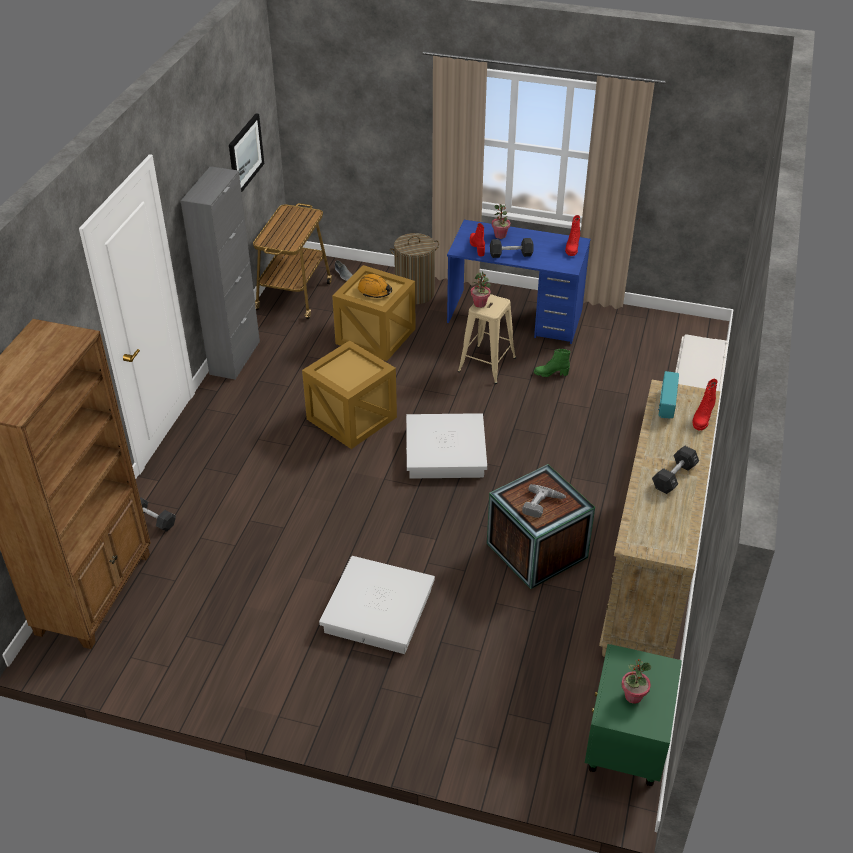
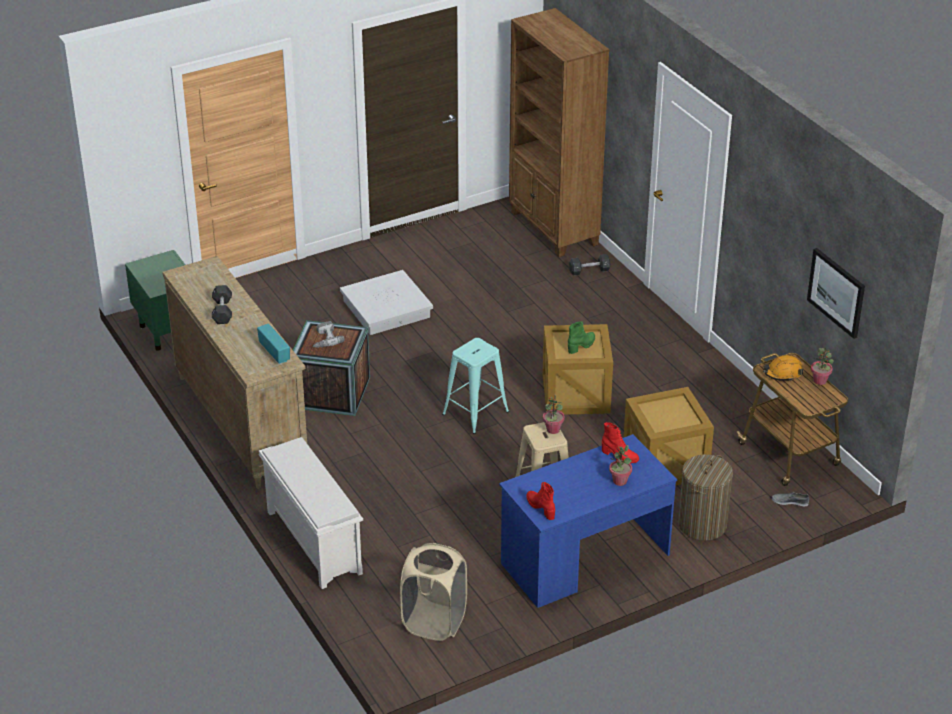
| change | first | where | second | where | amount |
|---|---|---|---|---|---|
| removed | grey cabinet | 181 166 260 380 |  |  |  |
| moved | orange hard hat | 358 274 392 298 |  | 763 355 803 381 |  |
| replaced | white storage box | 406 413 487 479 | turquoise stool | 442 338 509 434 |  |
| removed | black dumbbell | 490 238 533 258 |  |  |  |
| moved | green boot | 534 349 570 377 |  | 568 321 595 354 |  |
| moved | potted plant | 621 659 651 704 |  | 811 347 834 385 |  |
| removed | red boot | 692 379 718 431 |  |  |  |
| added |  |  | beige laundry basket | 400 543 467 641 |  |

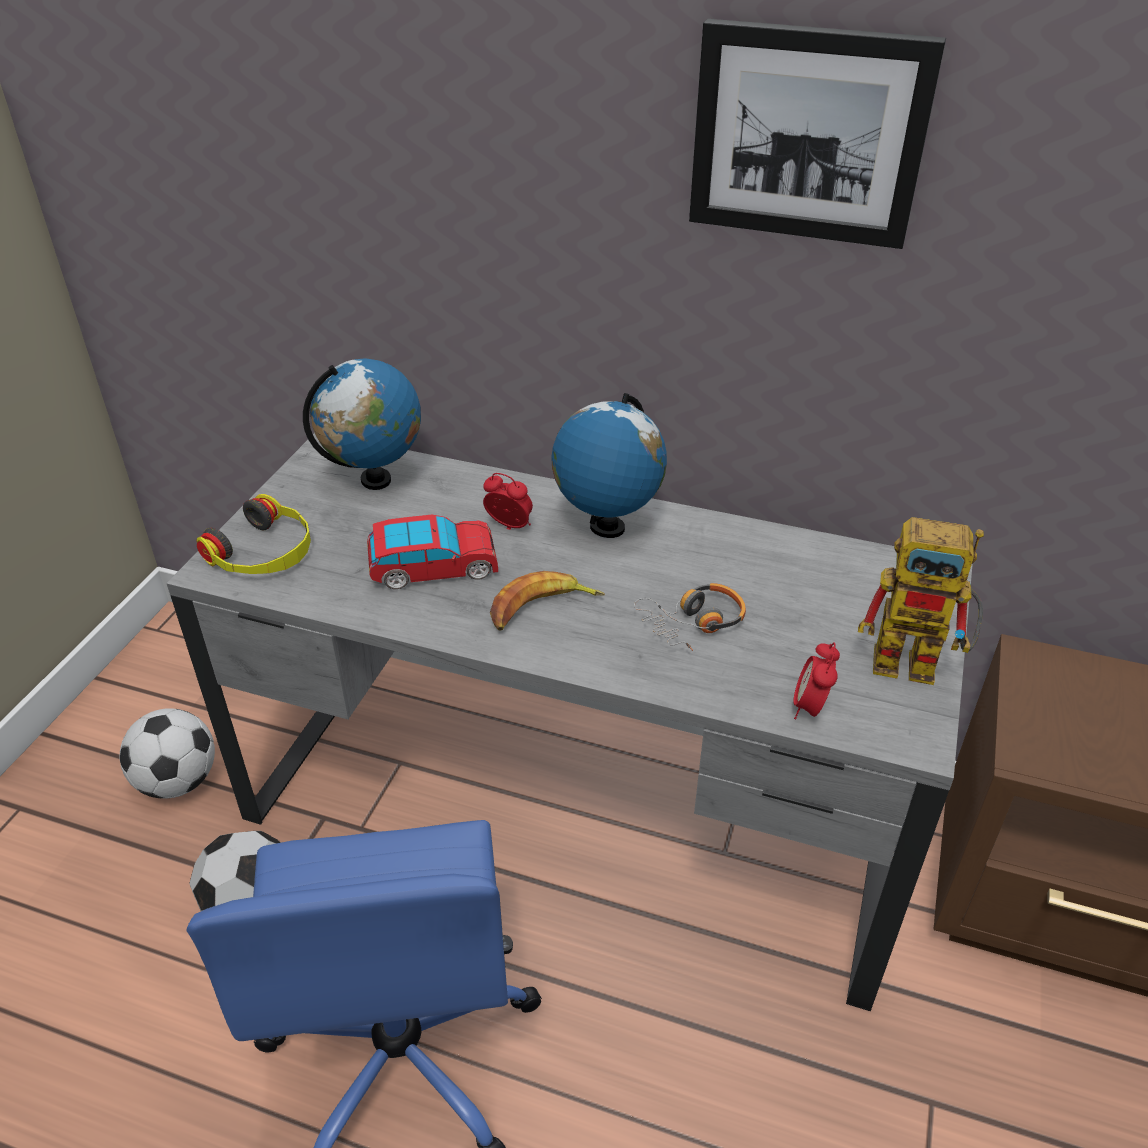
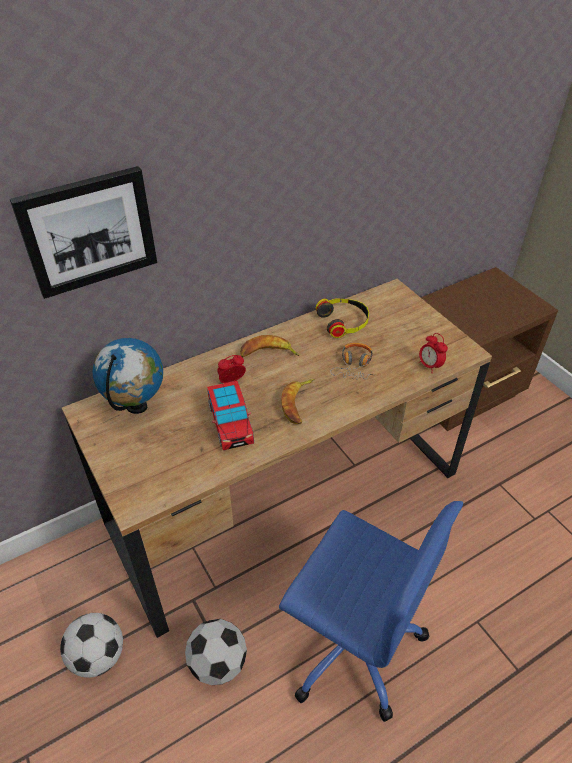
| change | first | where | second | where | amount |
|---|---|---|---|---|---|
| recoloured | grey desk | 166 433 973 1011 | brown desk | 62 279 492 638 |  |
| moved | headphones | 197 494 311 574 |  | 316 298 369 338 |  |
| turned | toy car | 367 515 498 589 |  | 207 381 254 450 | 135 degrees clockwise |
| replaced | globe | 551 393 667 538 | banana | 240 335 299 357 |  |
| moved | picture | 689 19 946 249 |  | 10 166 157 299 |  |
| removed | toy robot | 858 517 984 685 |  |  |  |

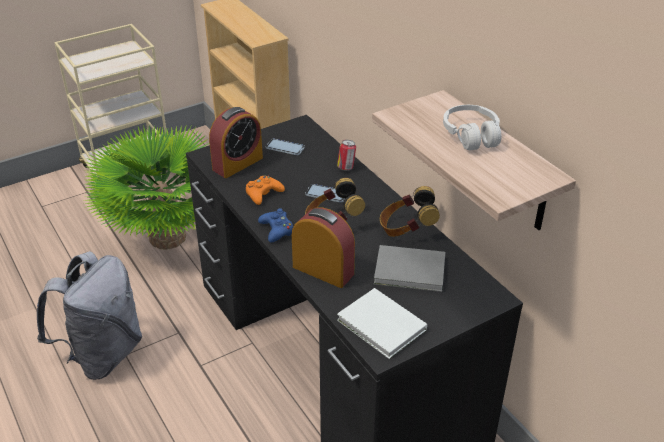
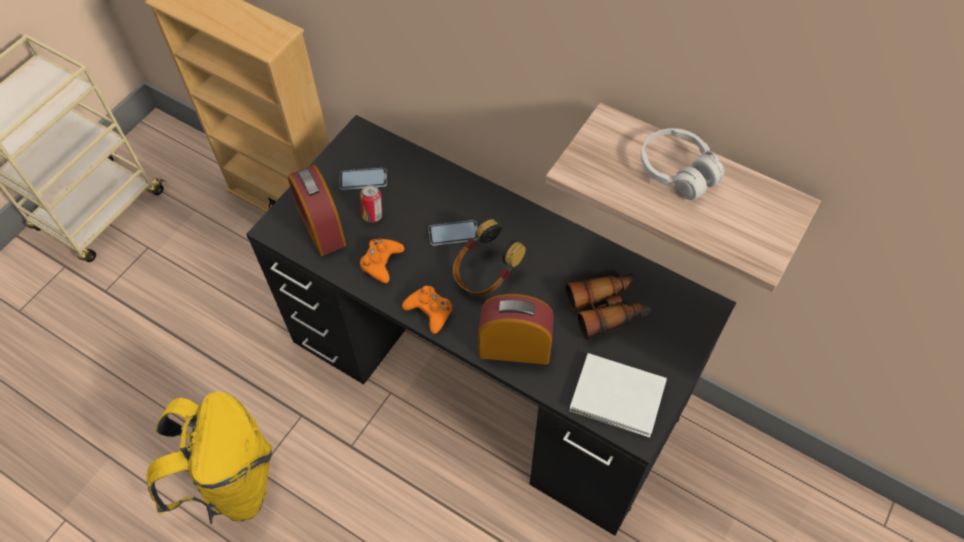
| change | first | where | second | where | amount |
|---|---|---|---|---|---|
| recoloured | grey backpack | 37 251 143 380 | yellow backpack | 147 392 272 524 |  |
| removed | potted plant | 84 125 209 249 |  |  |  |
| turned | alarm clock | 209 107 263 178 |  | 288 165 346 256 | 135 degrees clockwise |
| recoloured | blue game controller | 258 208 293 243 | orange game controller | 402 286 452 334 |  |
| moved | can | 337 140 356 171 |  | 360 185 382 223 |  |
| replaced | grey book | 374 245 445 292 | binoculars | 566 274 651 340 |  |
| removed | headphones | 380 186 440 237 |  |  |  |

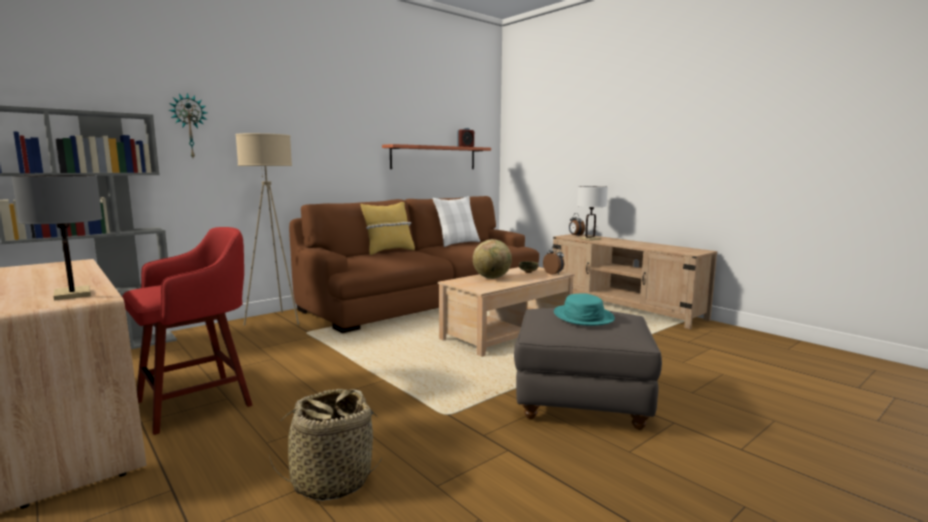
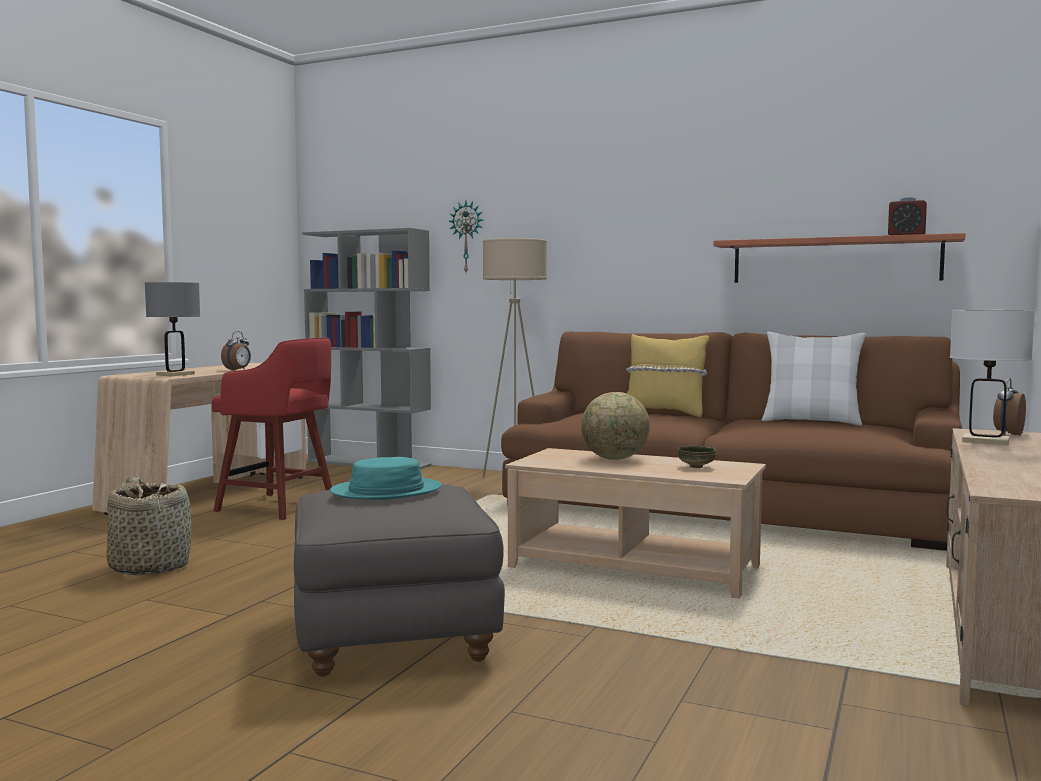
| change | first | where | second | where | amount |
|---|---|---|---|---|---|
| moved | alarm clock | 543 245 564 275 |  | 221 331 251 371 |  |

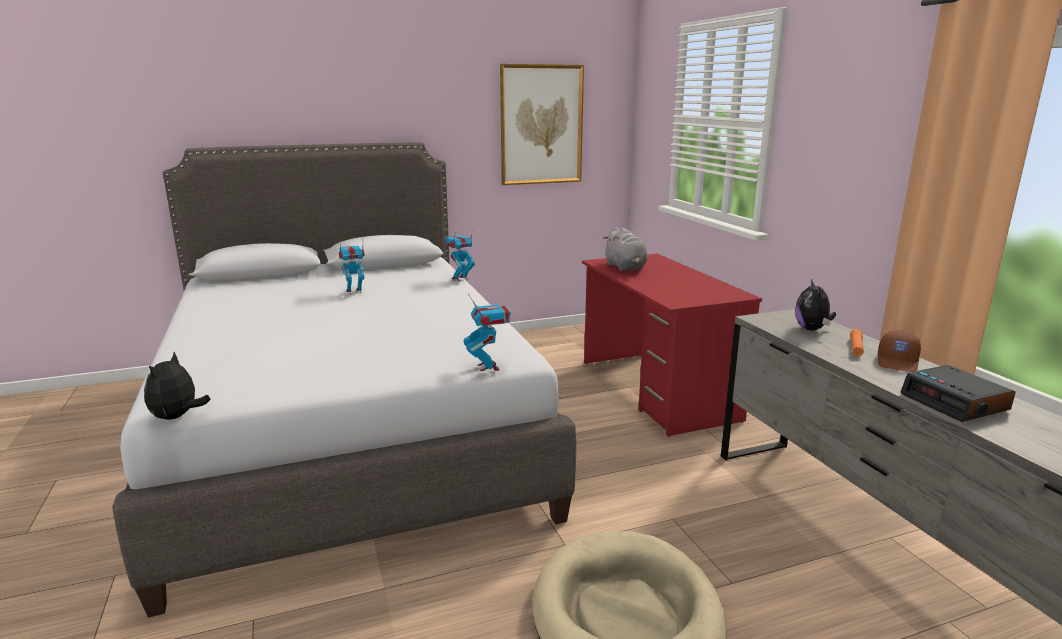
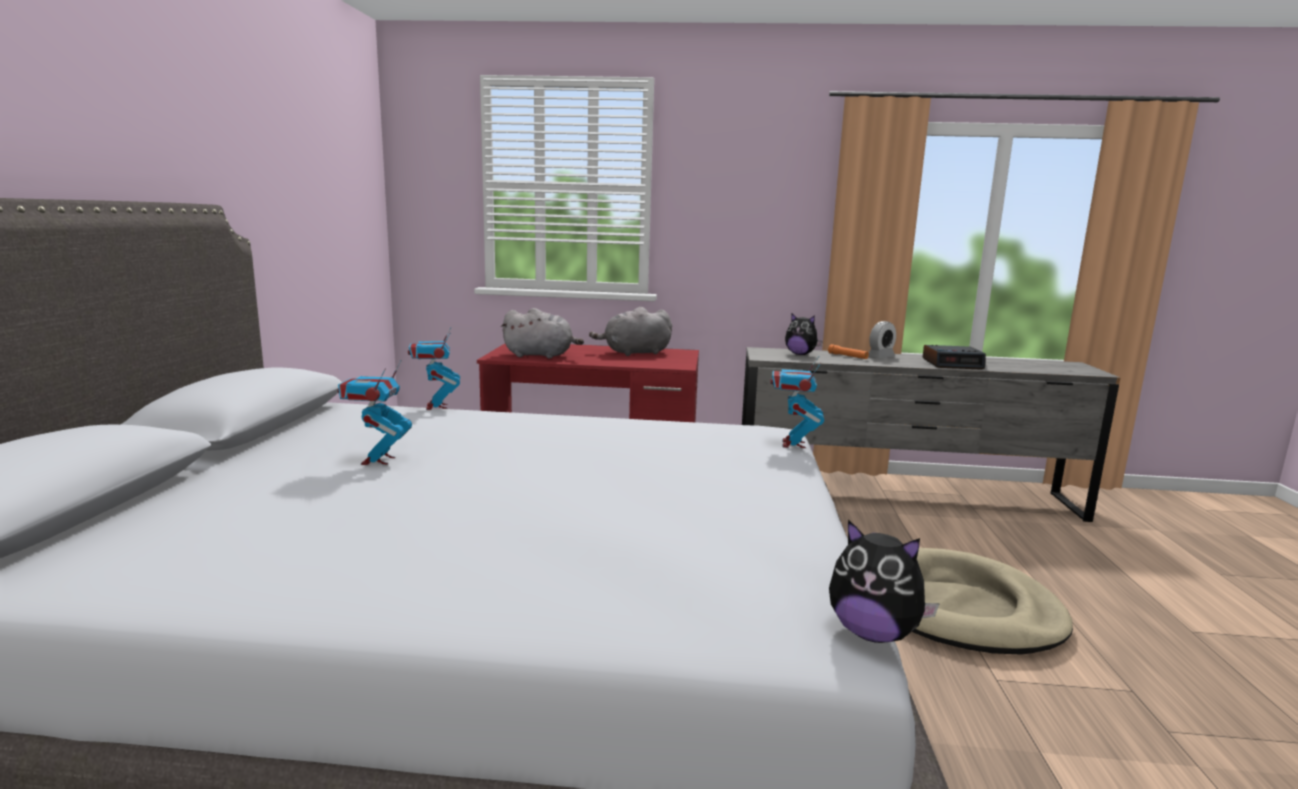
| change | first | where | second | where | amount |
|---|---|---|---|---|---|
| turned | toy robot | 464 294 511 371 |  | 770 356 824 448 | 90 degrees counterclockwise |
| removed | picture | 500 64 584 185 |  |  |  |
| replaced | brown cap | 878 330 921 372 | alarm clock | 869 321 896 358 |  |
| added |  |  | grey plush toy | 589 307 672 356 |  |

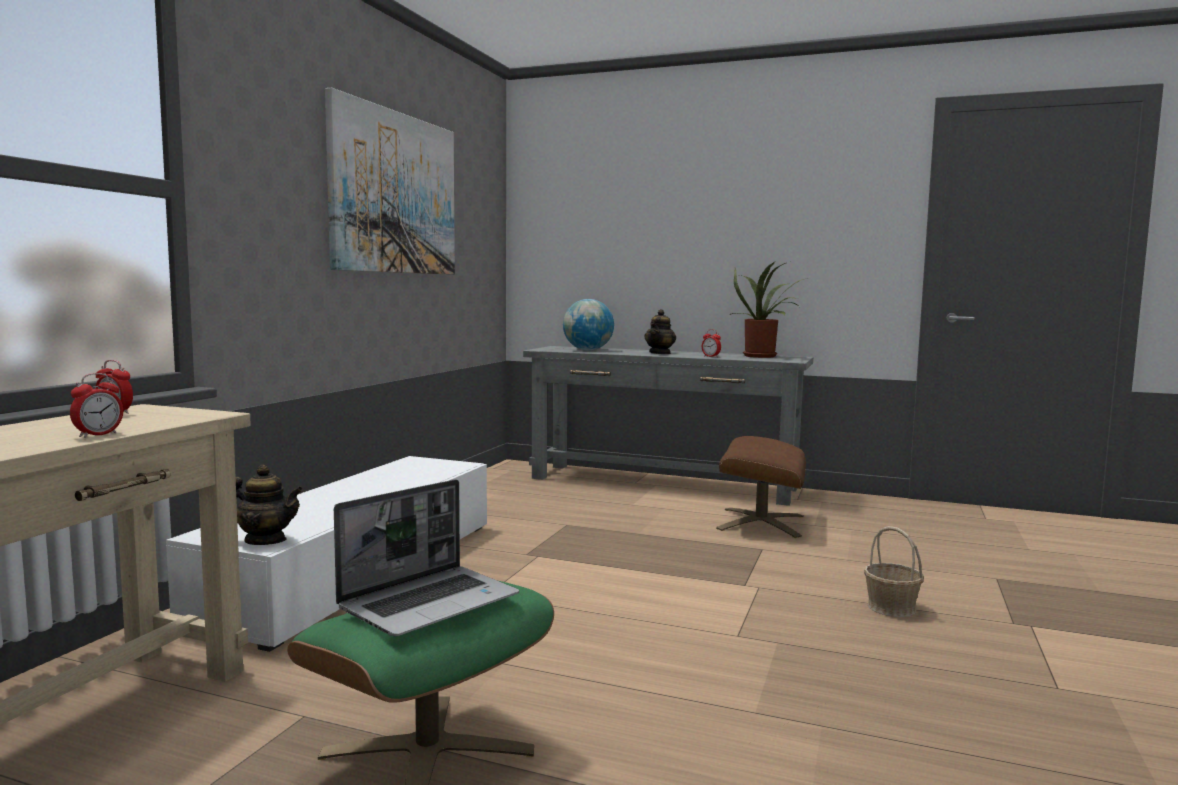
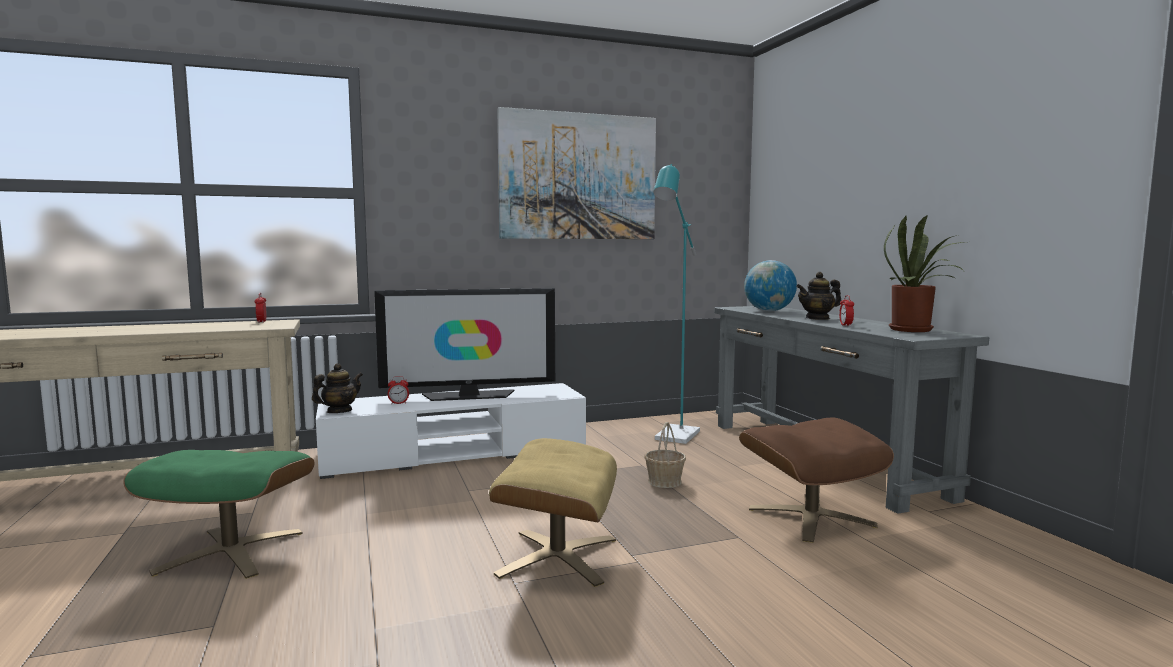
| change | first | where | second | where | amount |
|---|---|---|---|---|---|
| moved | alarm clock | 70 373 123 438 |  | 388 376 409 404 |  |
| turned | teapot | 236 465 304 545 |  | 312 363 363 413 | 105 degrees counterclockwise |
| removed | laptop | 334 479 519 636 |  |  |  |
| moved | basket | 864 526 924 617 |  | 644 422 686 488 |  |
| added |  |  | television | 374 288 555 401 |  |
| added |  |  | beige ottoman | 489 438 617 587 |  |
| added |  |  | turquoise floor lamp | 653 164 700 444 |  |

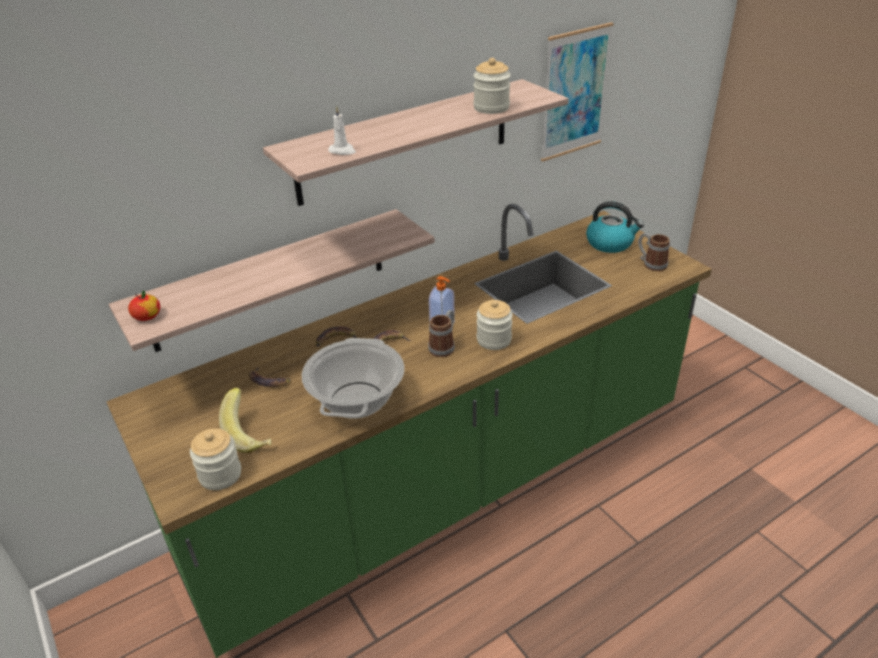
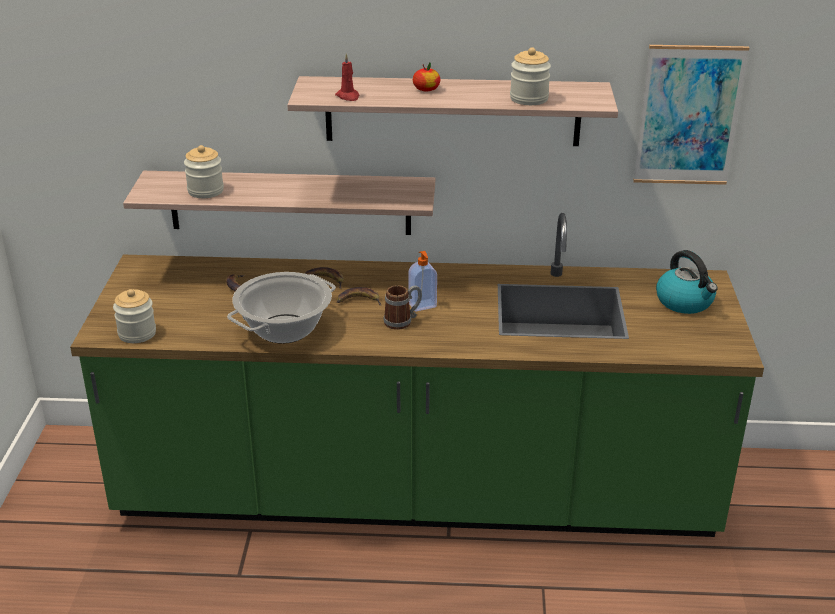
| change | first | where | second | where | amount |
|---|---|---|---|---|---|
| moved | apple | 128 290 161 321 |  | 413 63 440 91 |  |
| removed | banana | 219 388 271 453 |  |  |  |
| recoloured | white candle | 328 106 356 155 | red candle | 335 54 359 101 |  |
| moved | jar | 477 300 513 350 |  | 184 145 224 198 |  |
| removed | mug | 638 233 670 271 |  |  |  |

